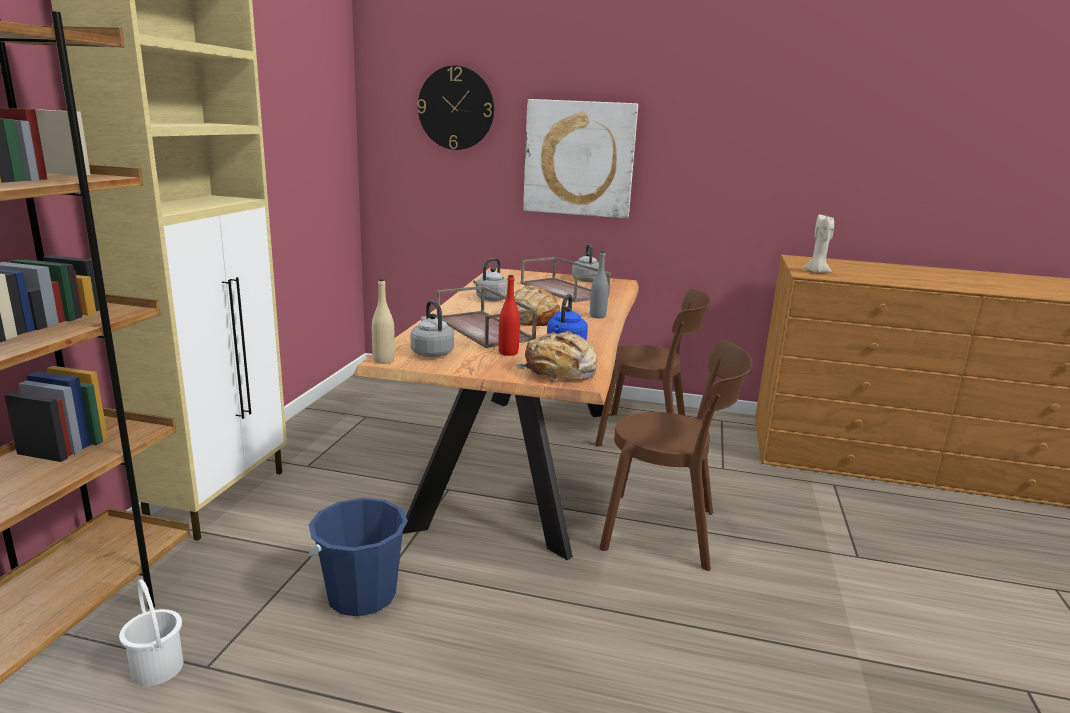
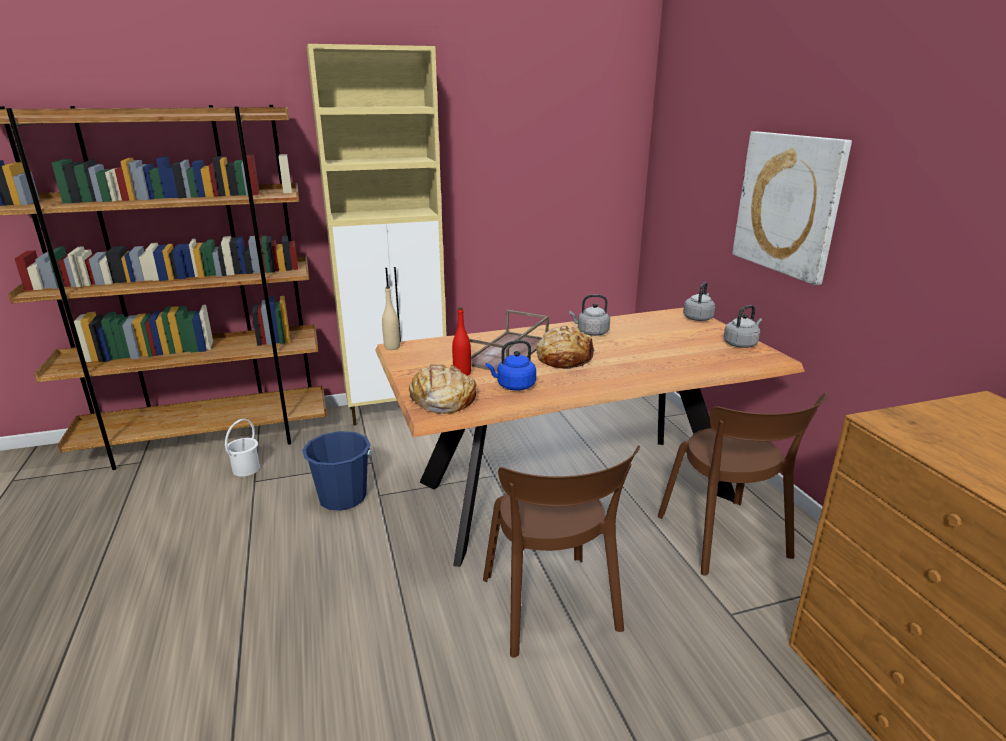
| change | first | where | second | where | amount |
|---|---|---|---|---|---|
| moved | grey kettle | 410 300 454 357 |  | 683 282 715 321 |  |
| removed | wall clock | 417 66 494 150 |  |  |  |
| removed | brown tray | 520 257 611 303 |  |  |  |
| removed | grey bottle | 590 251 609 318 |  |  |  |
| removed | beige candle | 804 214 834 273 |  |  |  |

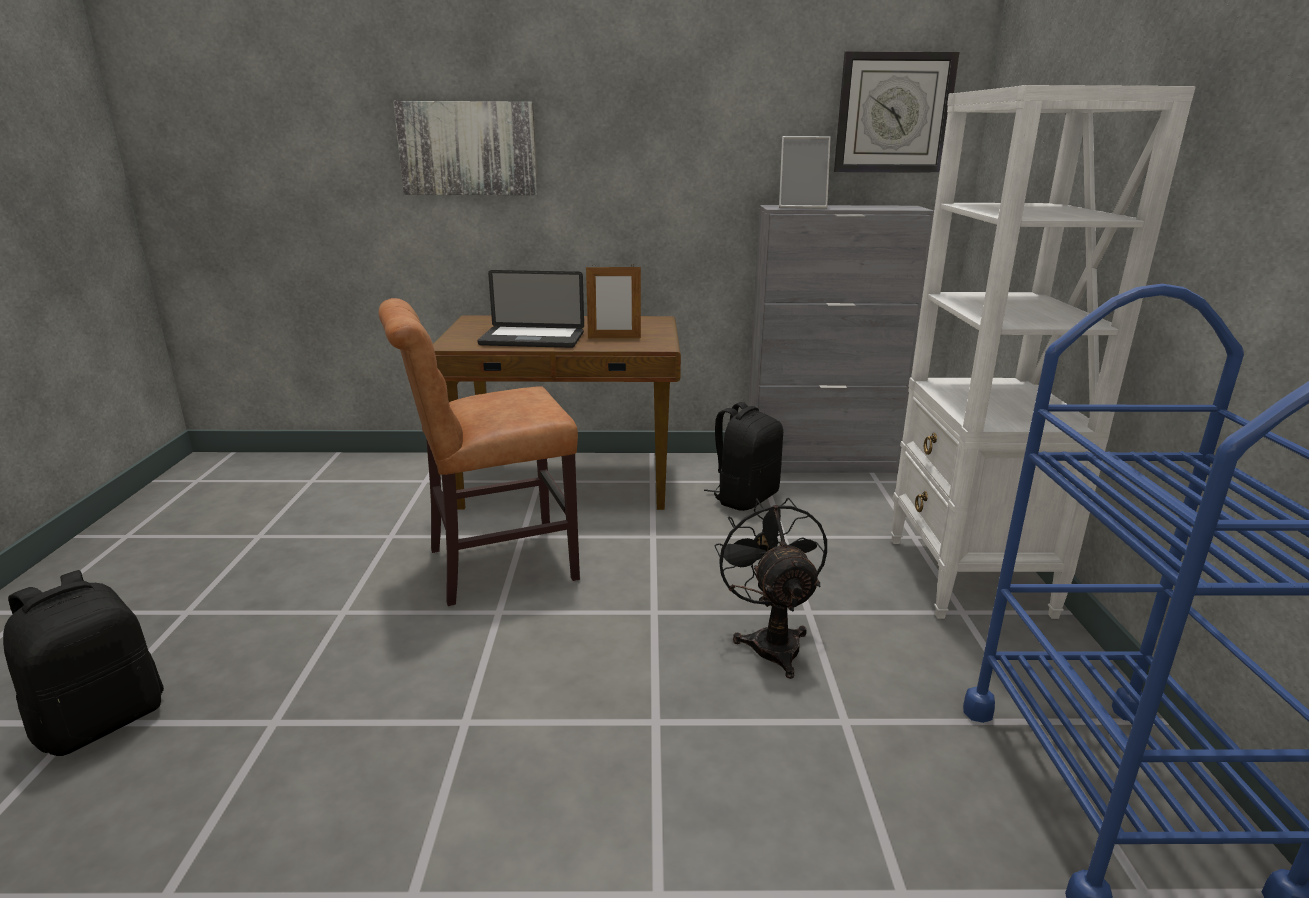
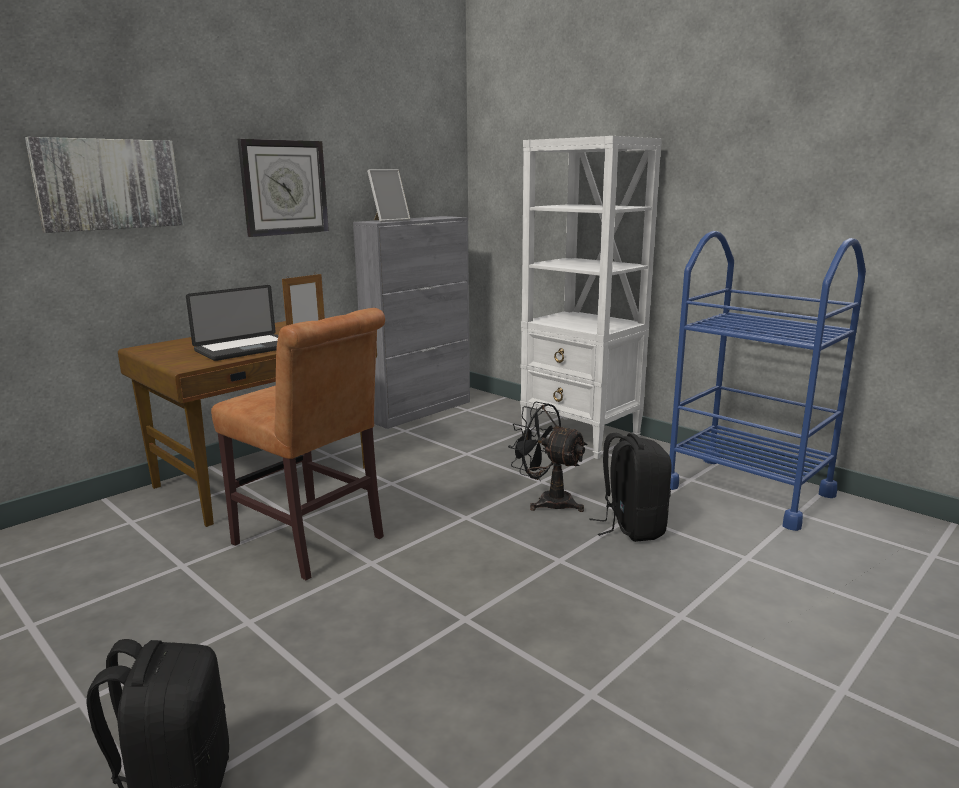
| change | first | where | second | where | amount |
|---|---|---|---|---|---|
| turned | brown chair | 379 298 580 606 |  | 211 308 385 580 | 75 degrees counterclockwise |
| moved | black backpack | 704 402 783 511 |  | 589 433 672 542 |  |
| moved | wall clock | 834 51 960 173 |  | 238 139 329 237 |  |

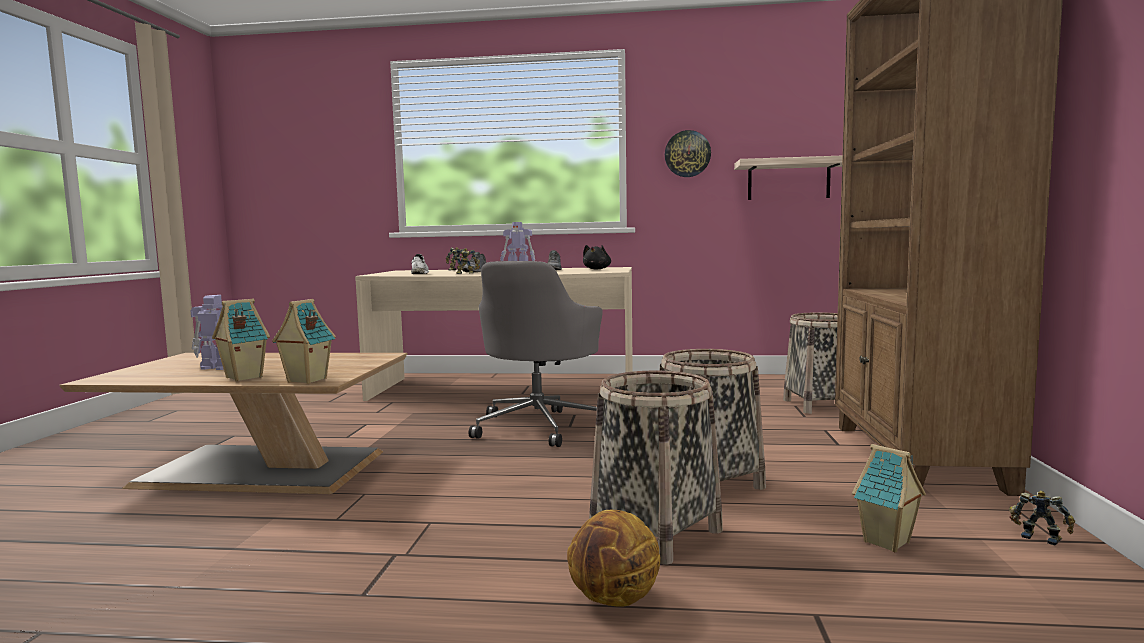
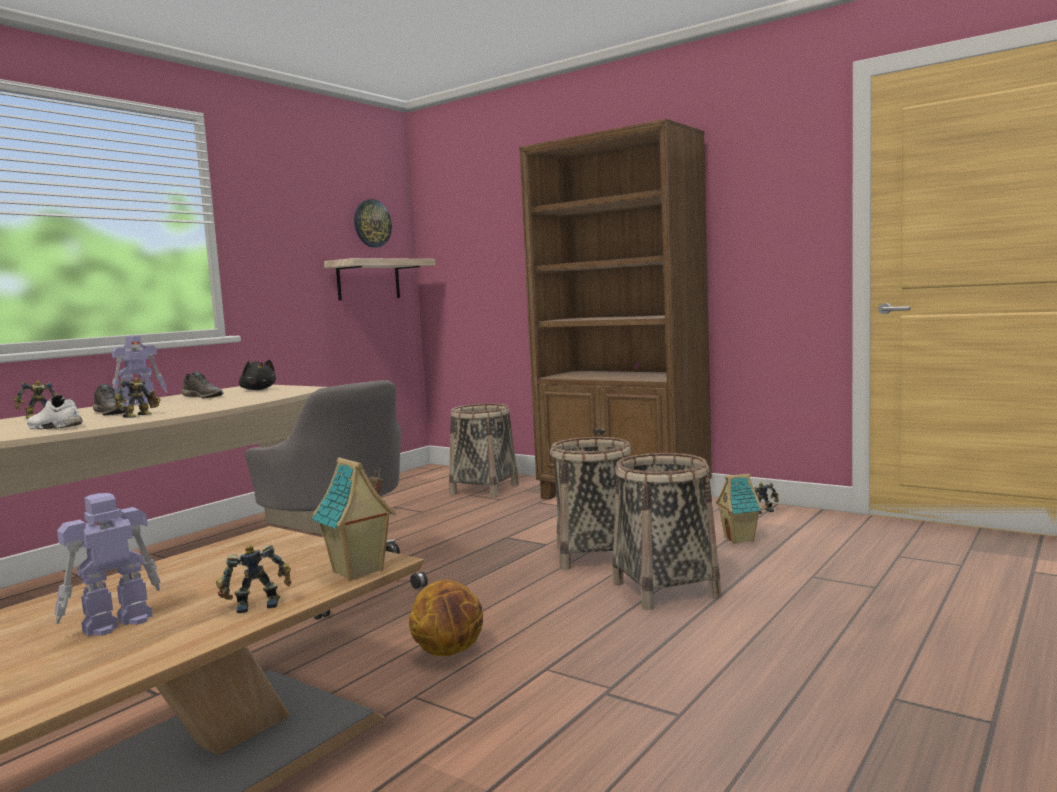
| change | first | where | second | where | amount |
|---|---|---|---|---|---|
| replaced | toy house | 212 299 270 381 | toy robot | 216 545 291 613 |  |
| moved | basketball | 567 510 660 607 |  | 409 580 483 656 |  |
| moved | wall clock | 665 130 711 177 |  | 354 199 392 248 |  |

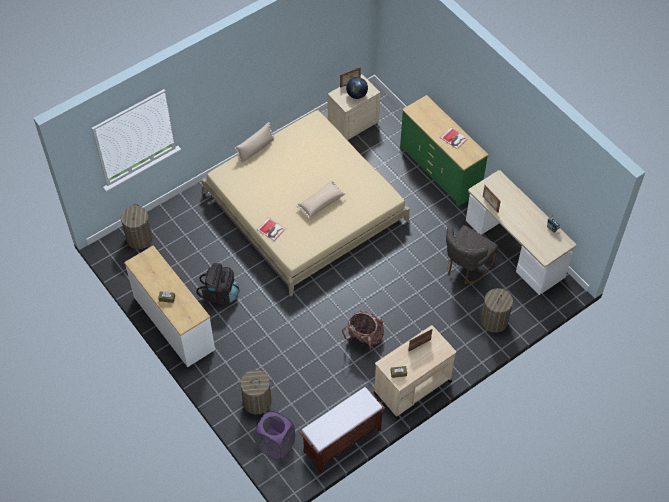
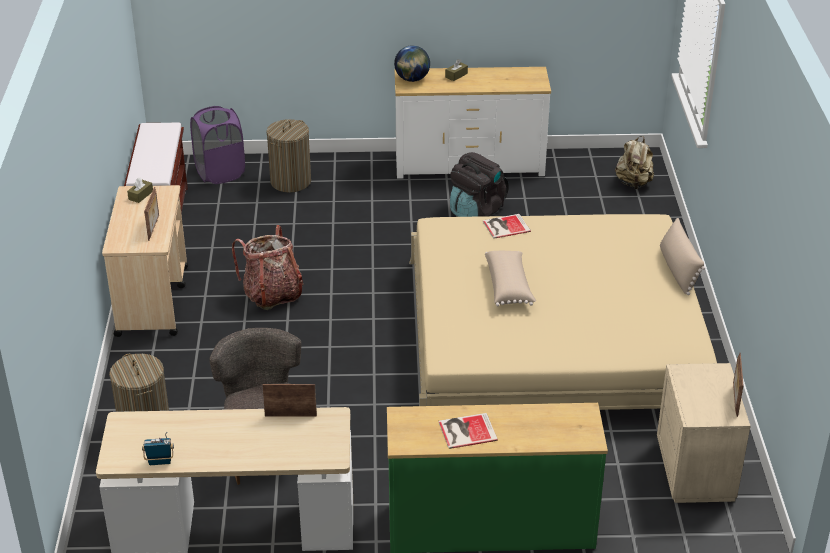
| change | first | where | second | where | amount |
|---|---|---|---|---|---|
| replaced | laundry basket | 121 204 153 249 | beige backpack | 615 136 654 189 |  |
| moved | globe | 346 77 368 99 |  | 394 45 430 82 |  |

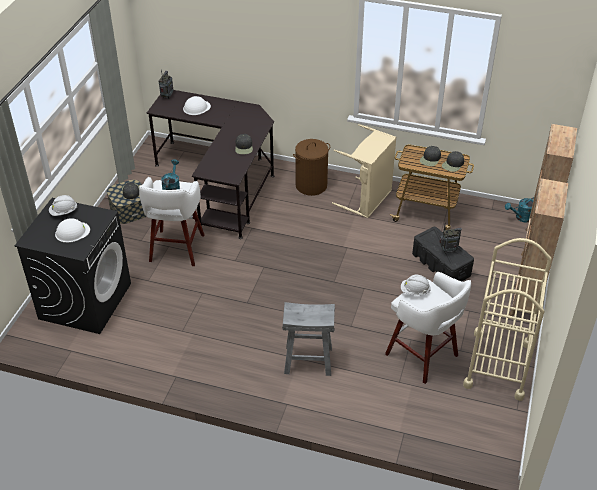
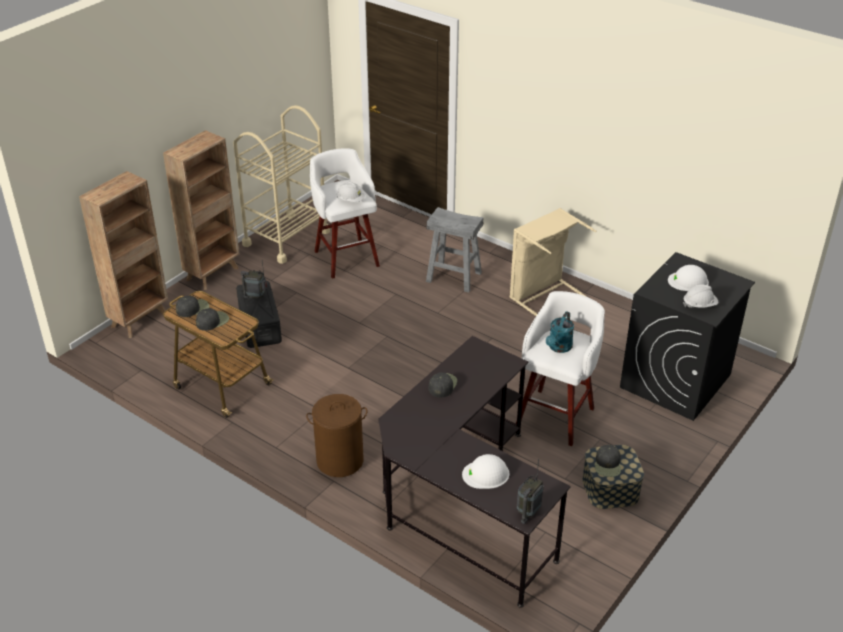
| change | first | where | second | where | amount |
|---|---|---|---|---|---|
| moved | beige laundry basket | 332 124 397 218 |  | 510 208 596 316 |  |
| removed | turquoise watering can | 505 197 534 222 |  |  |  |

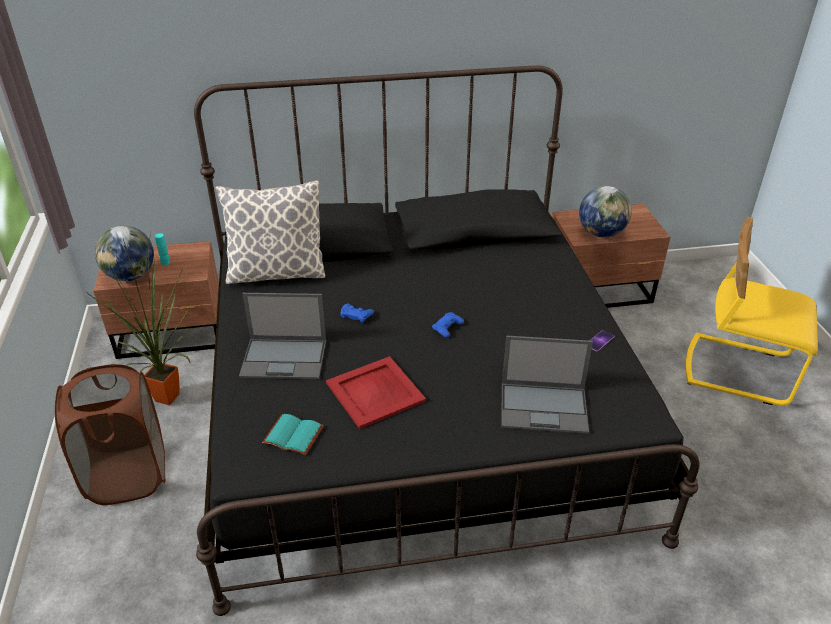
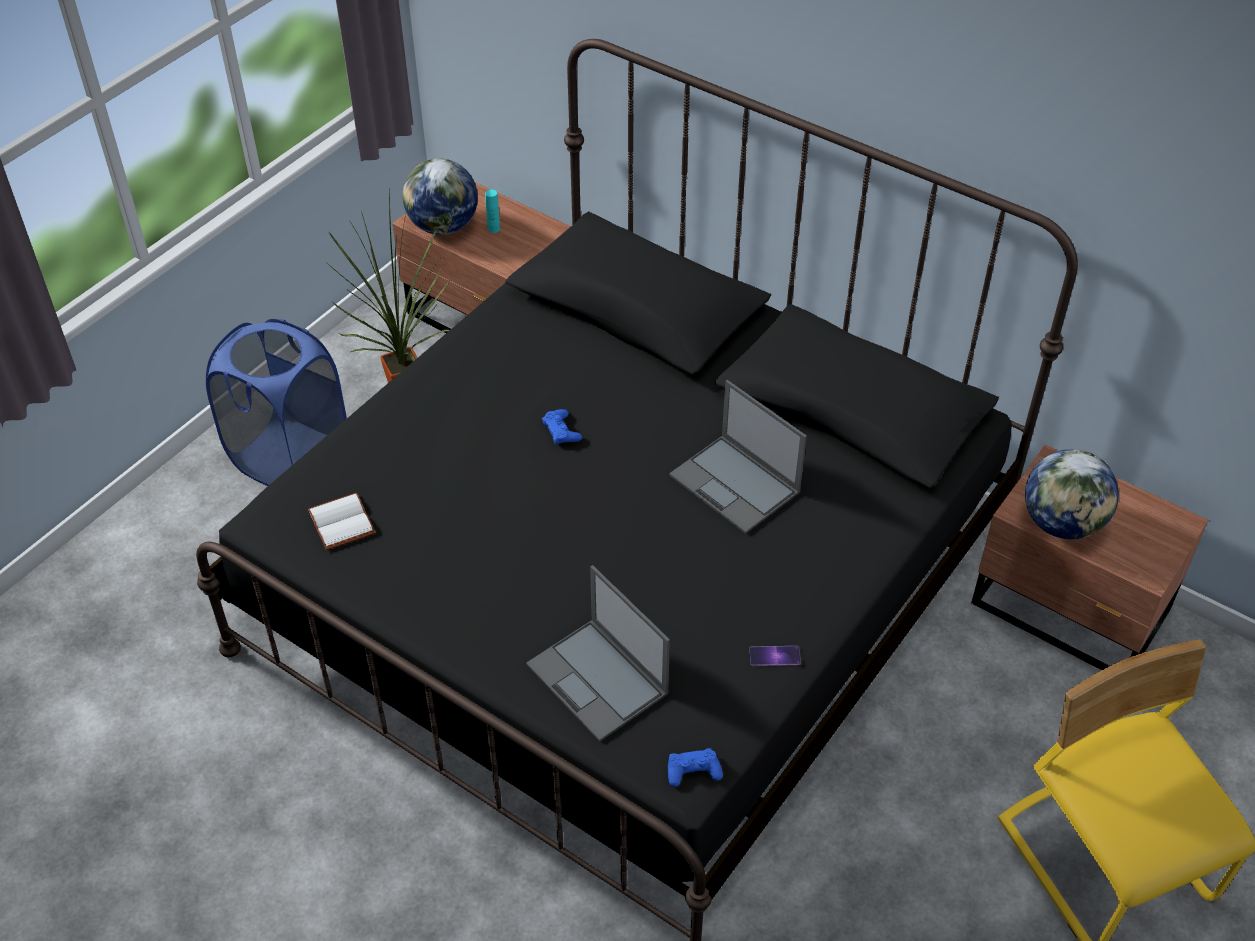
| change | first | where | second | where | amount |
|---|---|---|---|---|---|
| recoloured | brown laundry basket | 55 364 165 505 | blue laundry basket | 206 319 347 486 |  |
| removed | pillow | 216 180 325 284 |  |  |  |
| moved | laptop | 239 293 326 379 |  | 669 380 807 534 |  |
| recoloured | turquoise book | 262 414 324 455 | white book | 308 492 376 550 |  |
| removed | red tray | 326 356 426 429 |  |  |  |
| moved | blue game controller | 432 312 464 338 |  | 668 748 723 787 |  |

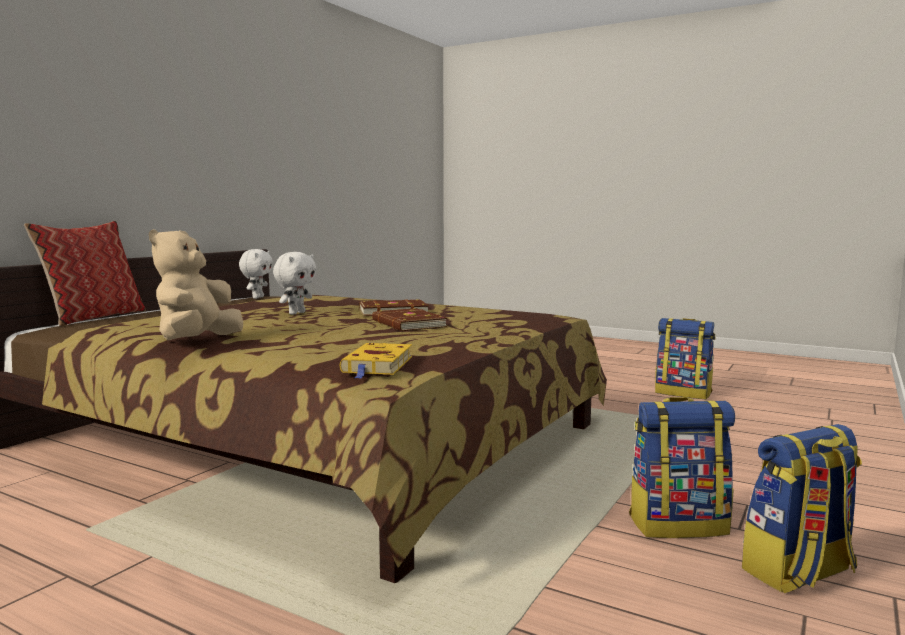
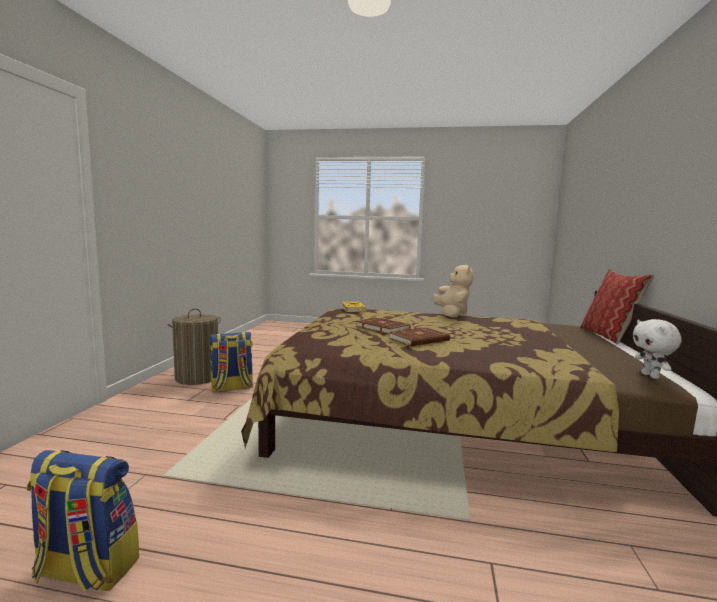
| change | first | where | second | where | amount |
|---|---|---|---|---|---|
| removed | white plush toy | 273 252 317 314 |  |  |  |
| replaced | backpack | 742 424 862 593 | laundry basket | 167 308 221 385 |  |

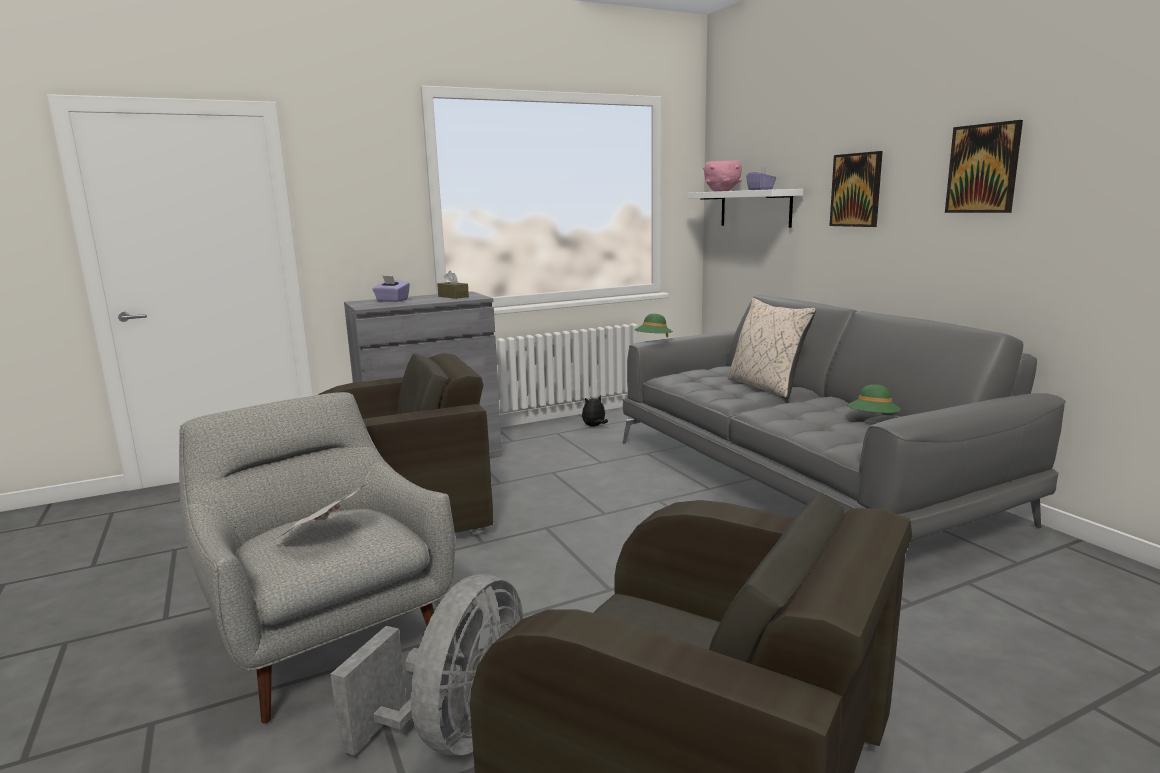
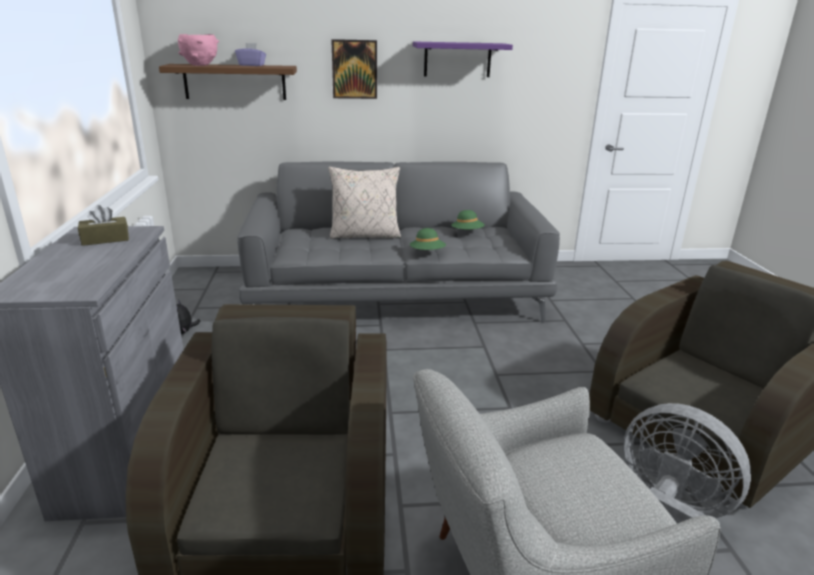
| change | first | where | second | where | amount |
|---|---|---|---|---|---|
| removed | newspaper | 272 485 365 541 |  |  |  |
| removed | purple tissue box | 372 276 410 302 |  |  |  |
| moved | green hat | 635 314 673 337 |  | 410 228 446 250 |  |
| recoloured | white shelf | 687 189 803 228 | brown shelf | 159 64 297 100 |  |
| replaced | picture | 945 120 1023 213 | purple shelf | 413 41 513 77 |  |

